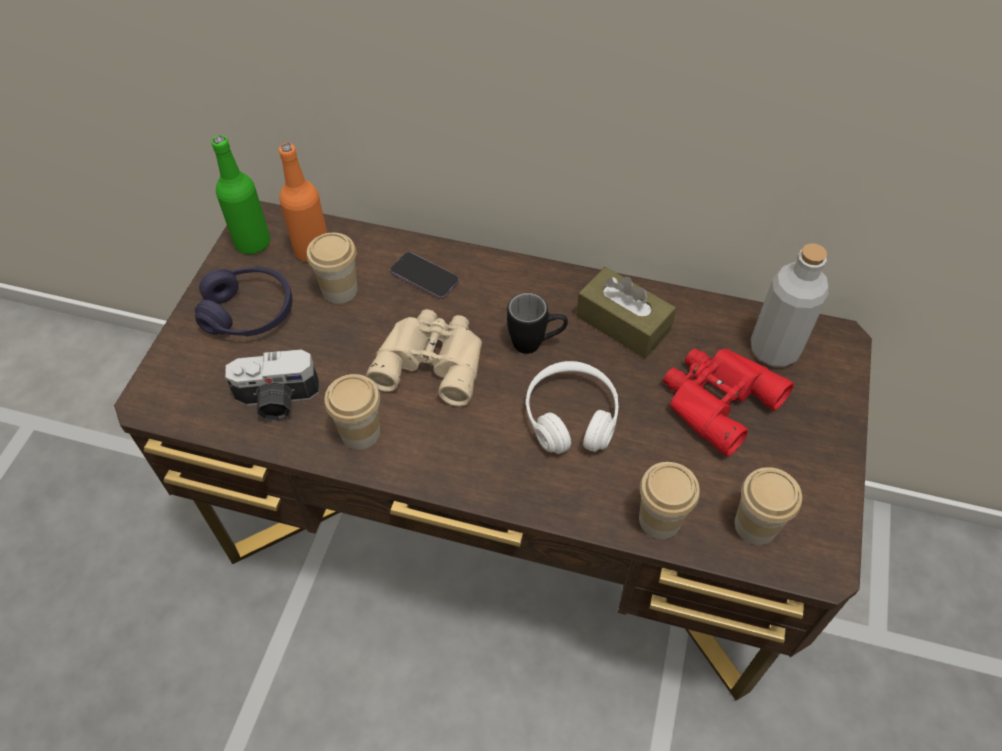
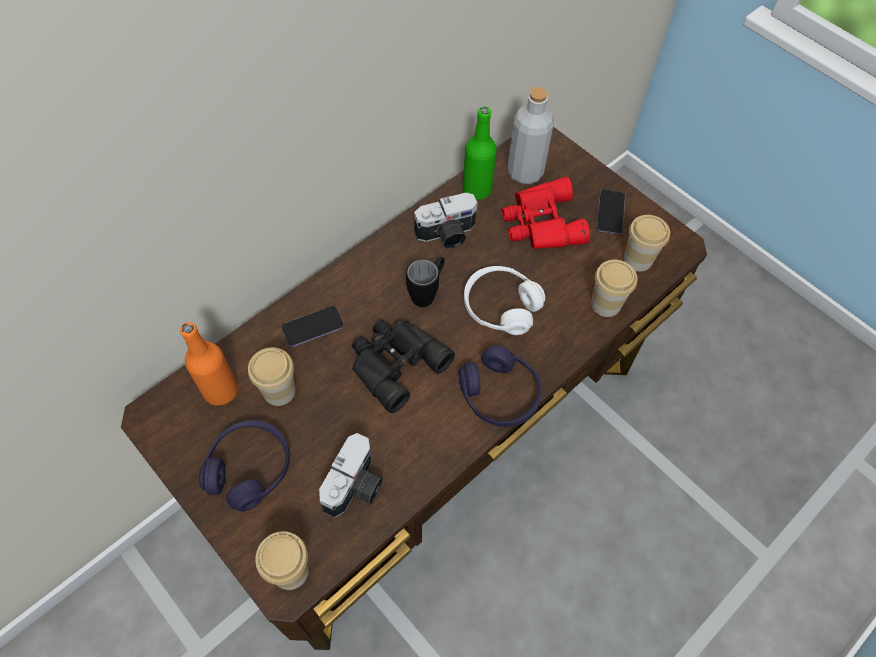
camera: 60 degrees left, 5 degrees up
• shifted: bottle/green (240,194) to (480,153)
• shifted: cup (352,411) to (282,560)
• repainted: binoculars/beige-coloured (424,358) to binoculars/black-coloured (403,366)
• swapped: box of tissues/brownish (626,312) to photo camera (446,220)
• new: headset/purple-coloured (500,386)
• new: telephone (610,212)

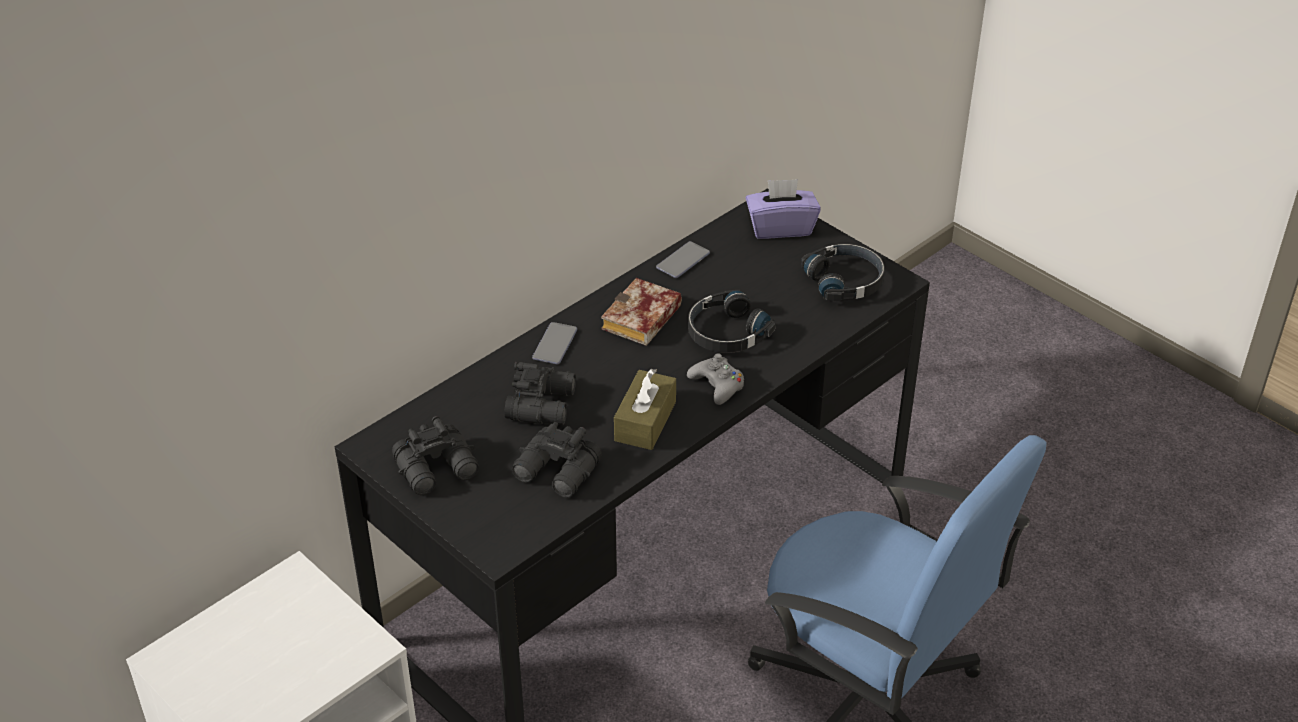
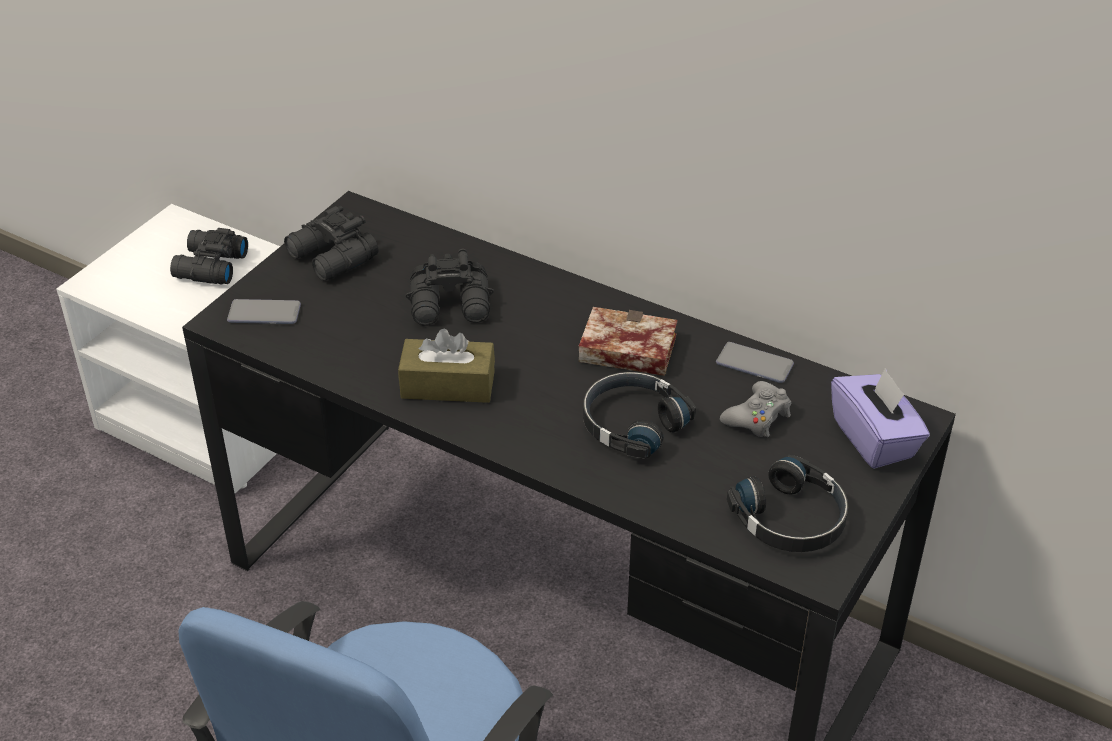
camera: 75 degrees right, 0 degrees up
• shifted: binoculars/black-coloured (557,460) to (209,256)
• shifted: telephone (554,343) to (264,311)
• shifted: joypad/gray (715,379) to (755,409)

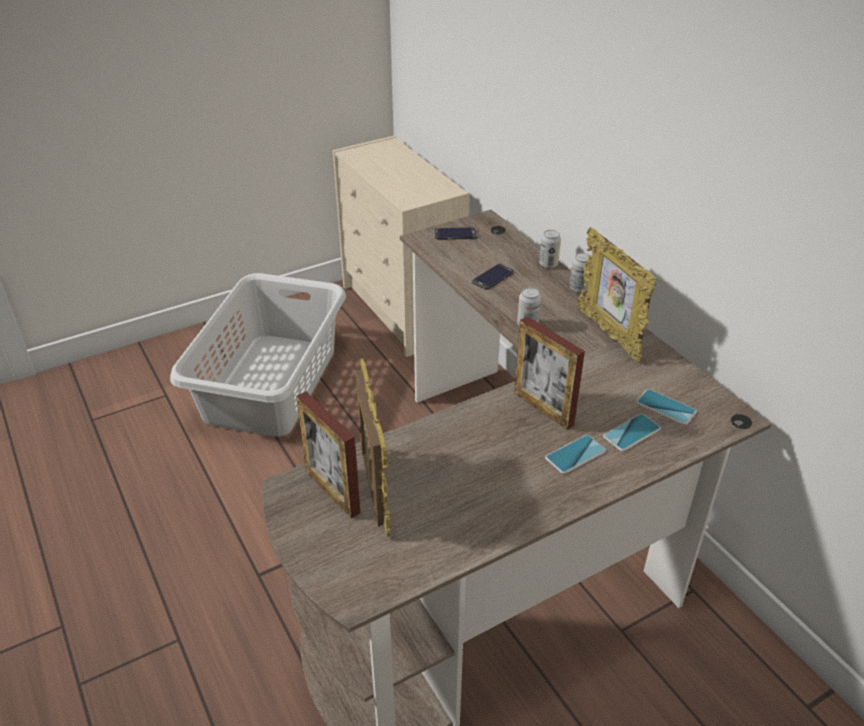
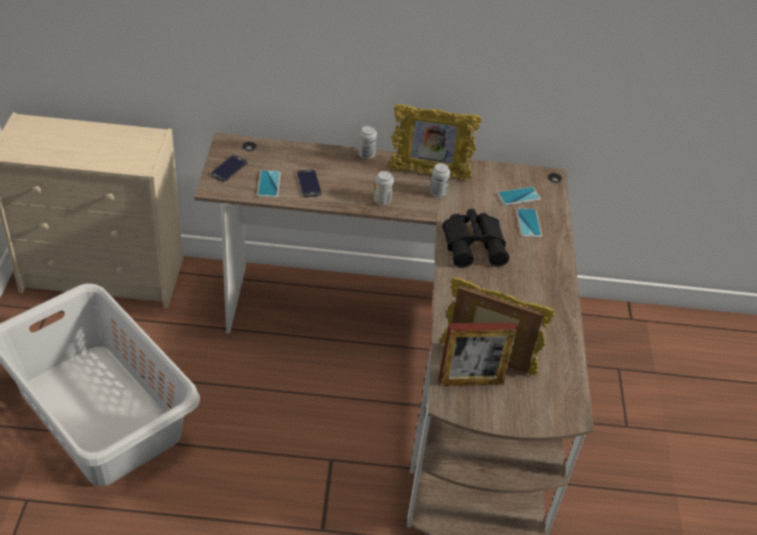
camera: 60 degrees left, 5 degrees up
• swapped: standing frame (549,373) to binoculars/black-coloured (475,238)
• shifted: can (550,249) to (440,180)
• shifted: telephone (575,454) to (269,184)

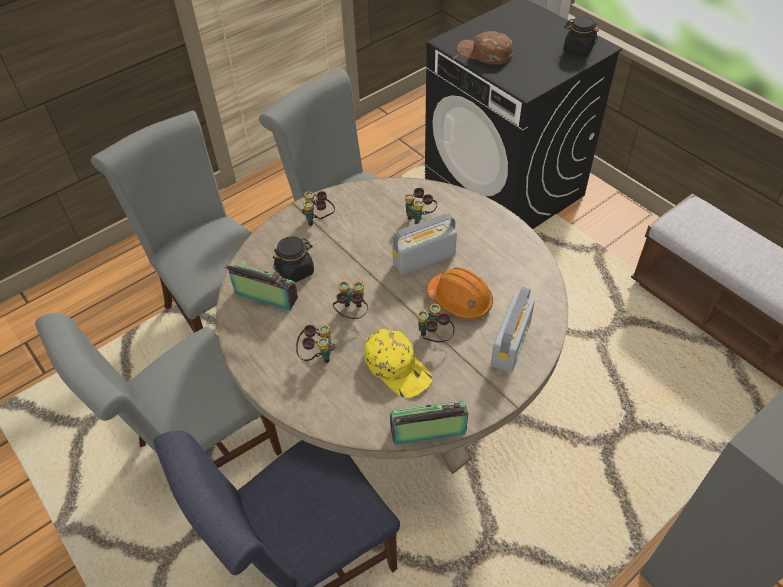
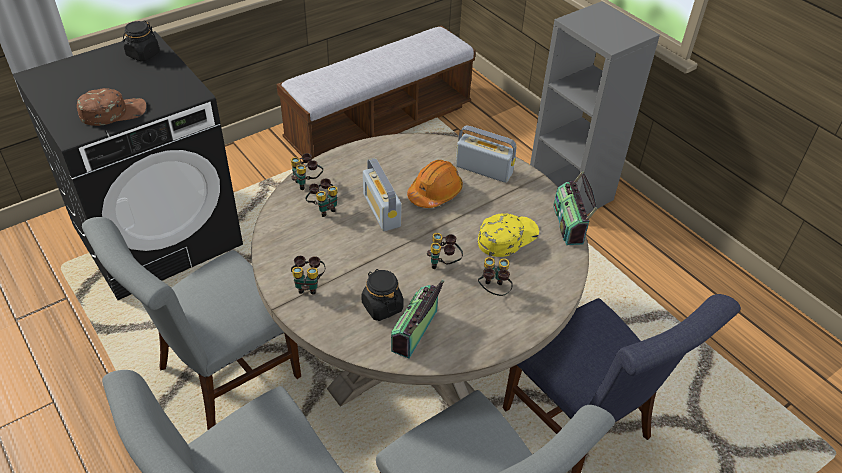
camera: 90 degrees left, 5 degrees down
• shifted: binoculars (436,323) to (307,171)
• rotated: peaked cap/brownish (484,48) = (111,107) 150 degrees counterclockwise

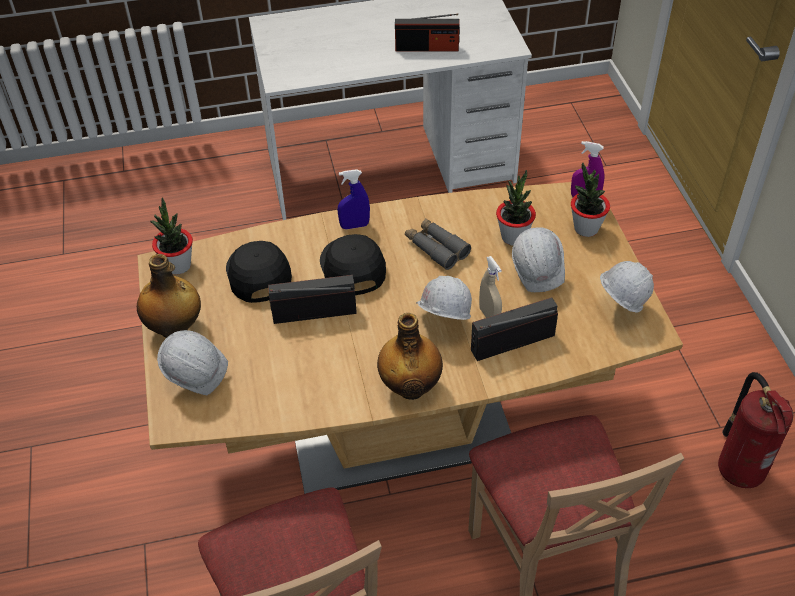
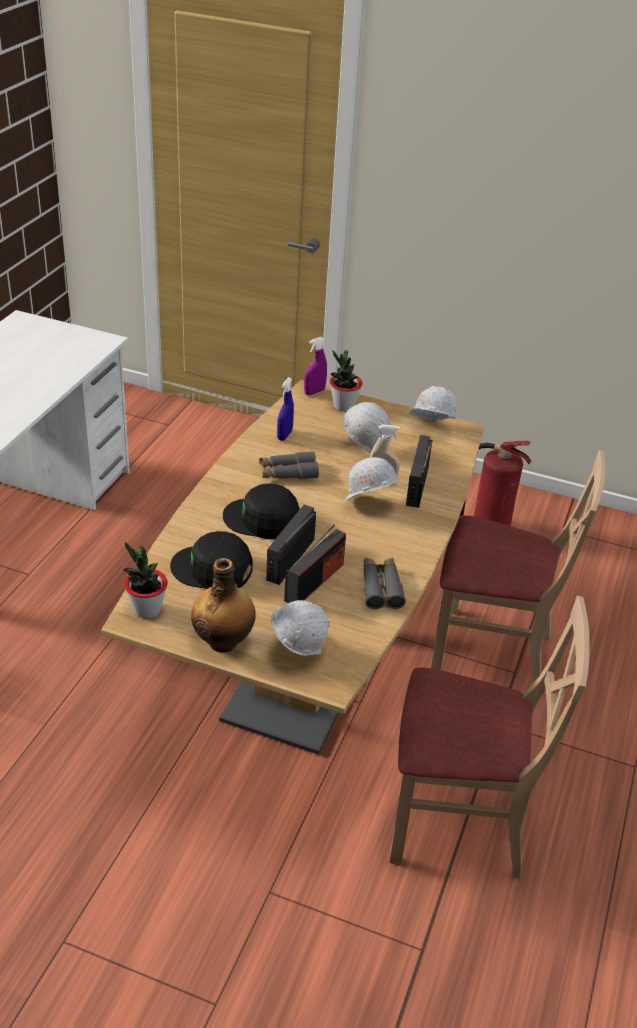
camera: 60 degrees left, 10 degrees down
• shifted: hand sprayer/blue-coloured (354,199) to (285,409)
• gone: bottle (410,356)
• shifted: radio (427,32) to (315,563)
• gone: potted plant (516,208)
• new: binoculars/gray (384,583)

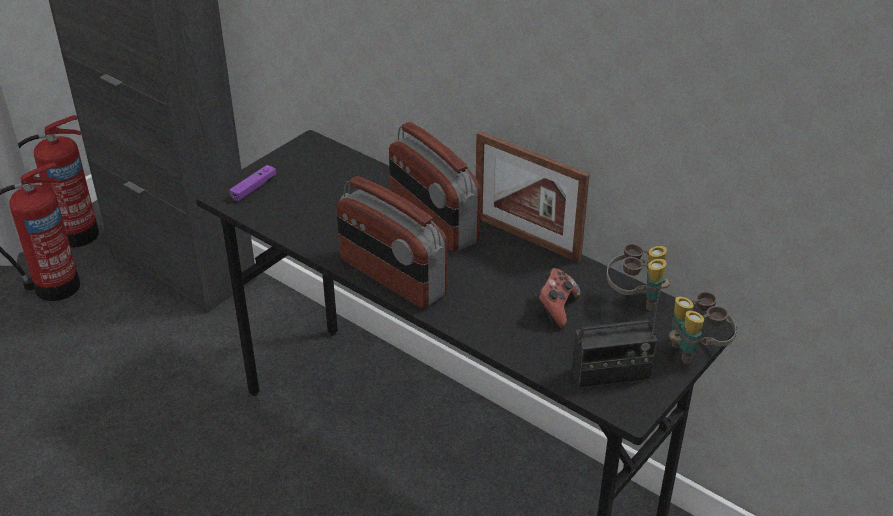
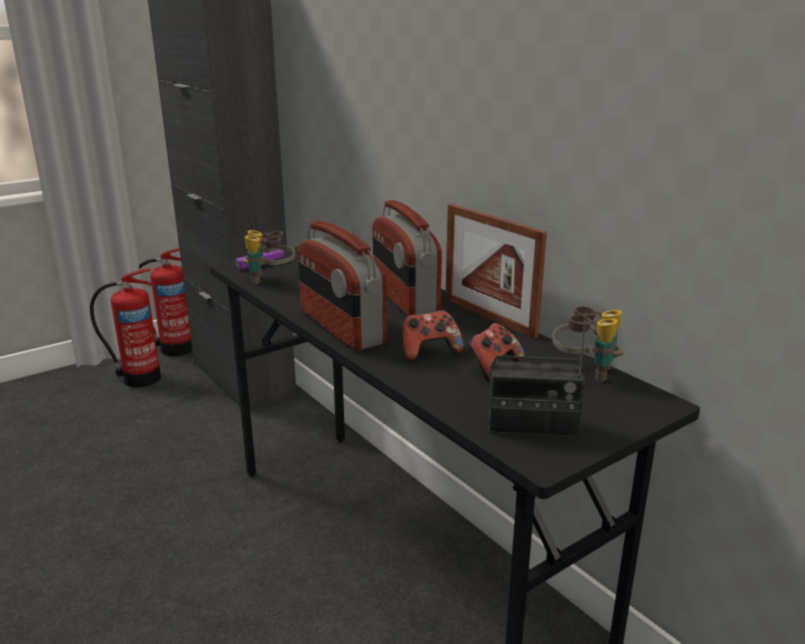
camera: 15 degrees right, 15 degrees down
• shifted: binoculars (702,327) to (268,257)
• new: joypad (433,335)

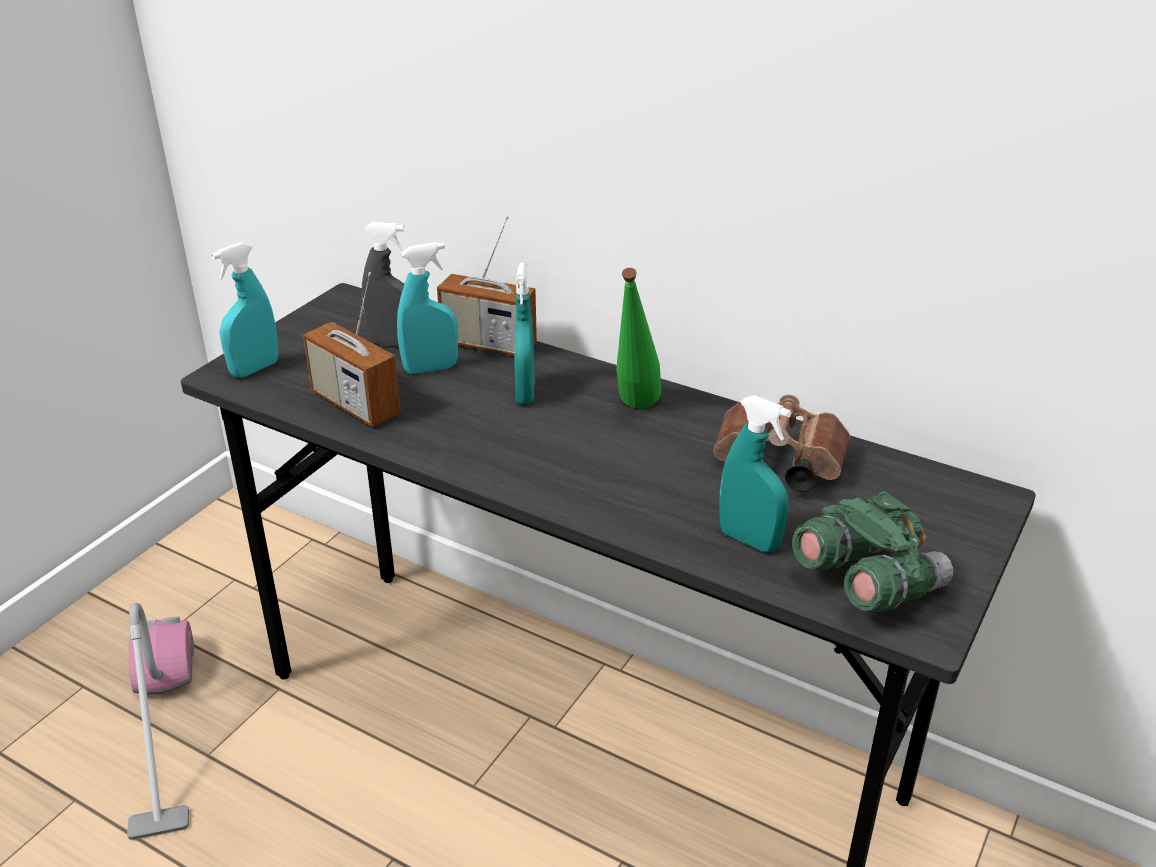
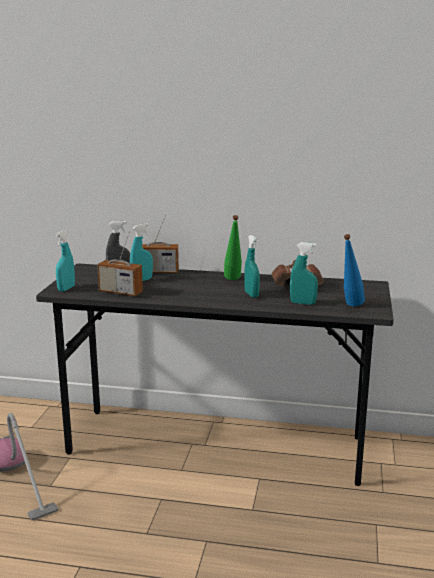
camera: 20 degrees left, 15 degrees down
• shifted: hand sprayer/turquoise (525,333) to (252,266)
• swapped: binoculars/green (872,551) to bottle/blue-coloured (354,270)

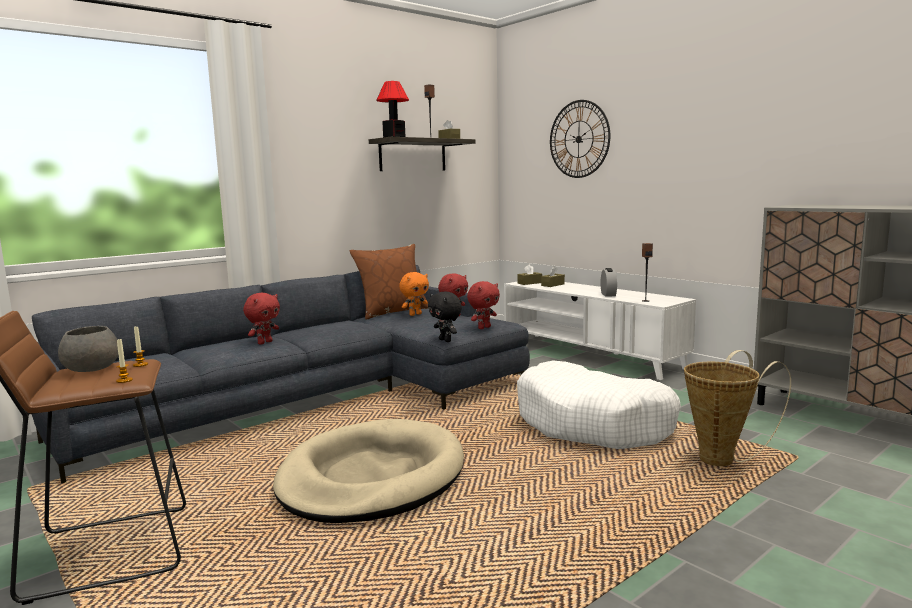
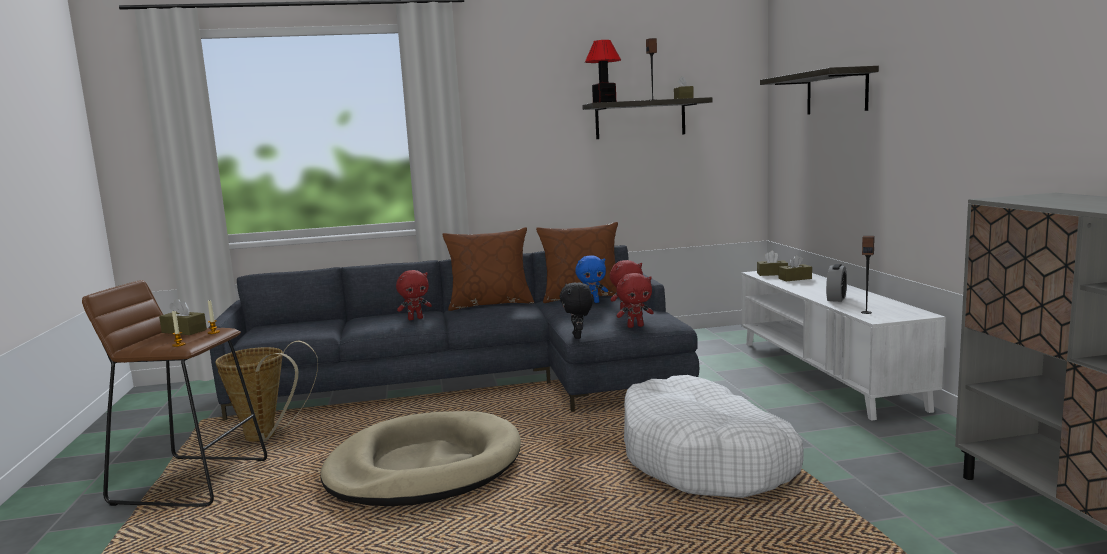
camera: 30 degrees right, 0 degrees up
• swapped: bowl/gray (88,349) to box of tissues/brownish (183,317)
• repainted: plush toy/orange (414,294) to plush toy/blue-coloured (591,279)
• swapped: clock on the wall (580,139) to shelf (819,90)
• shifted: household basket (737,408) to (266,391)
• new: throw pillow/brownish (488,269)

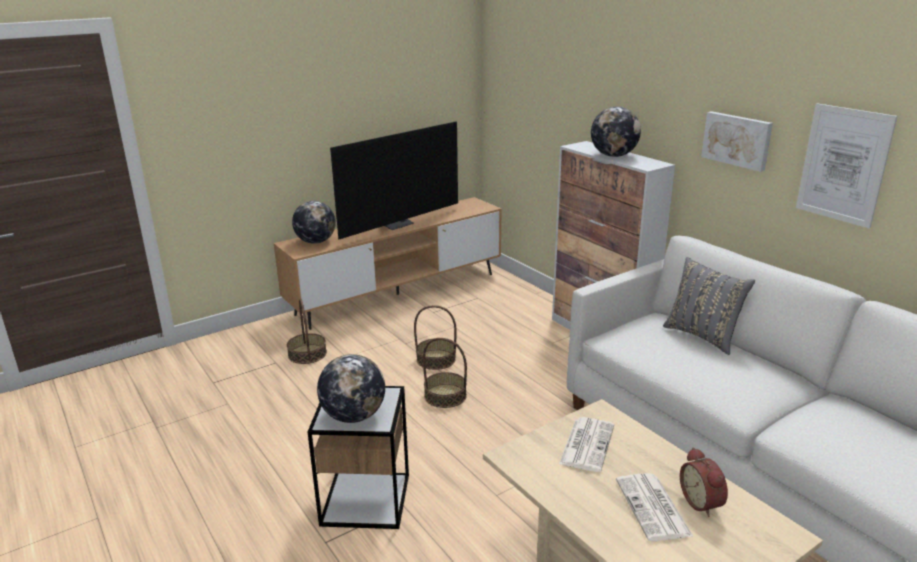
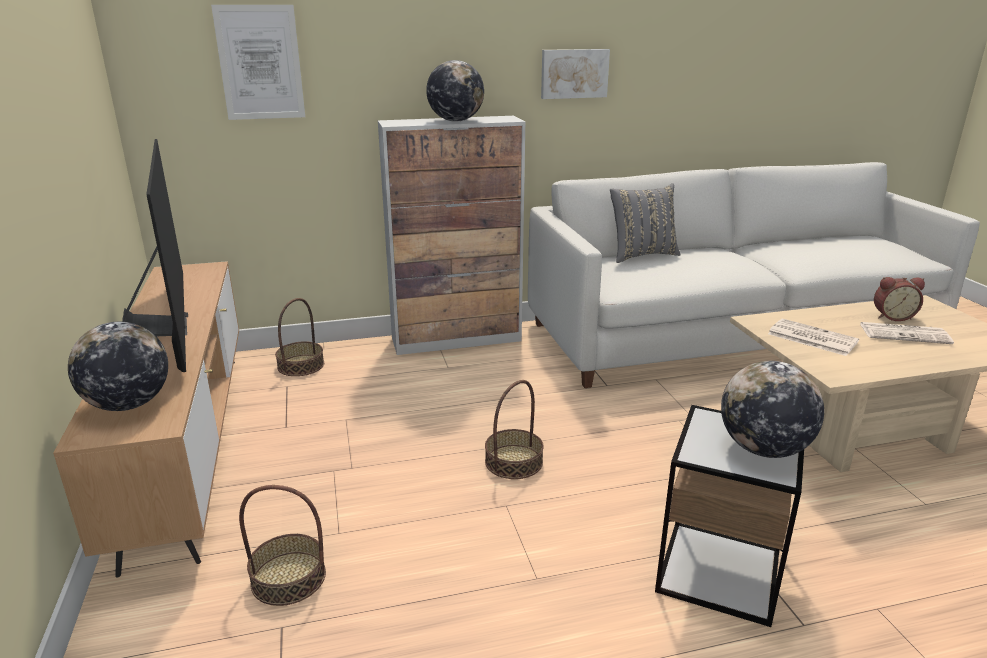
camera: 70 degrees left, 0 degrees up
• shifted: household basket (435,337) to (299,337)
• shifted: wall picture (847,165) to (258,62)

